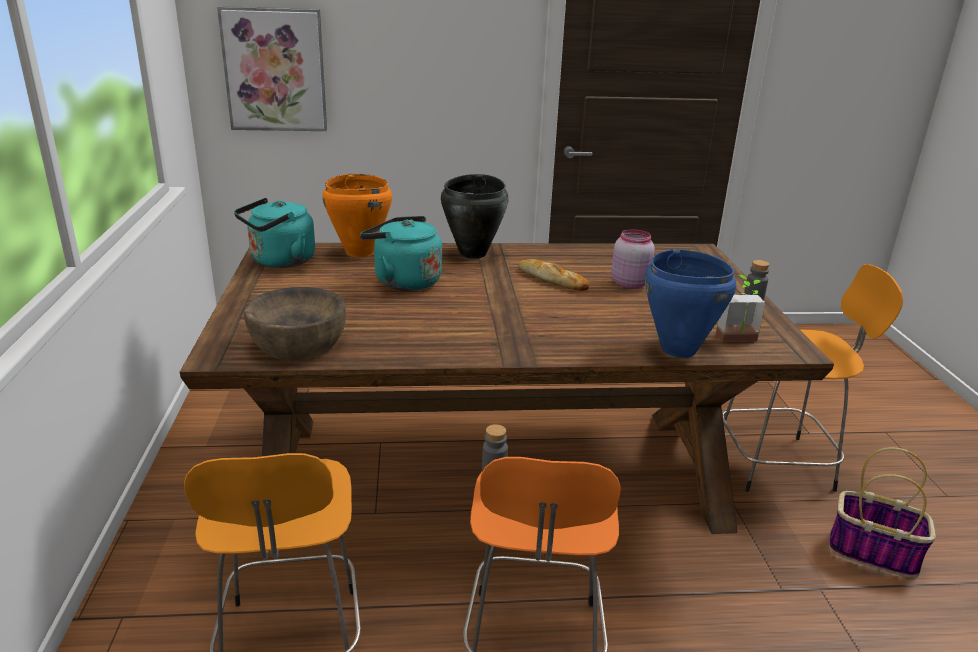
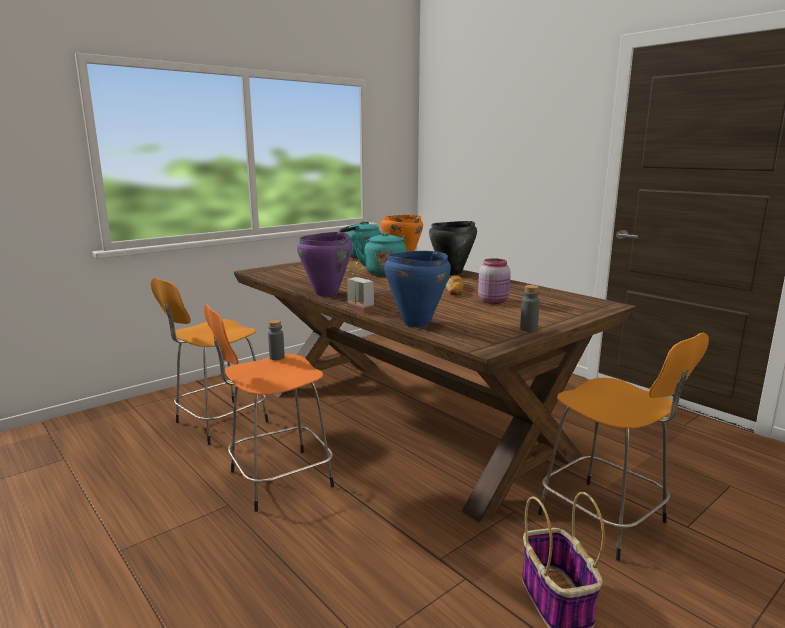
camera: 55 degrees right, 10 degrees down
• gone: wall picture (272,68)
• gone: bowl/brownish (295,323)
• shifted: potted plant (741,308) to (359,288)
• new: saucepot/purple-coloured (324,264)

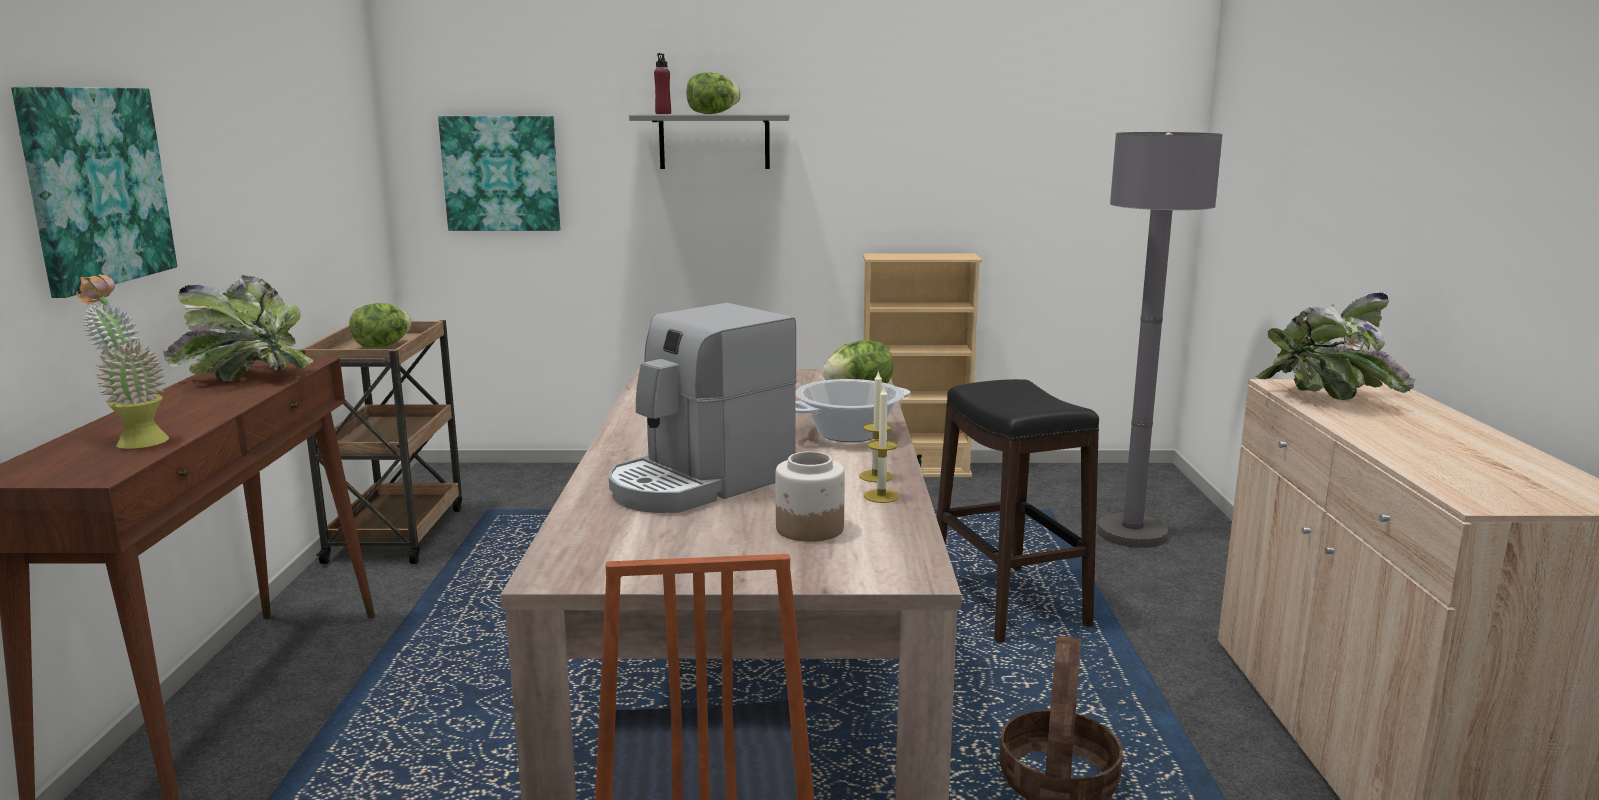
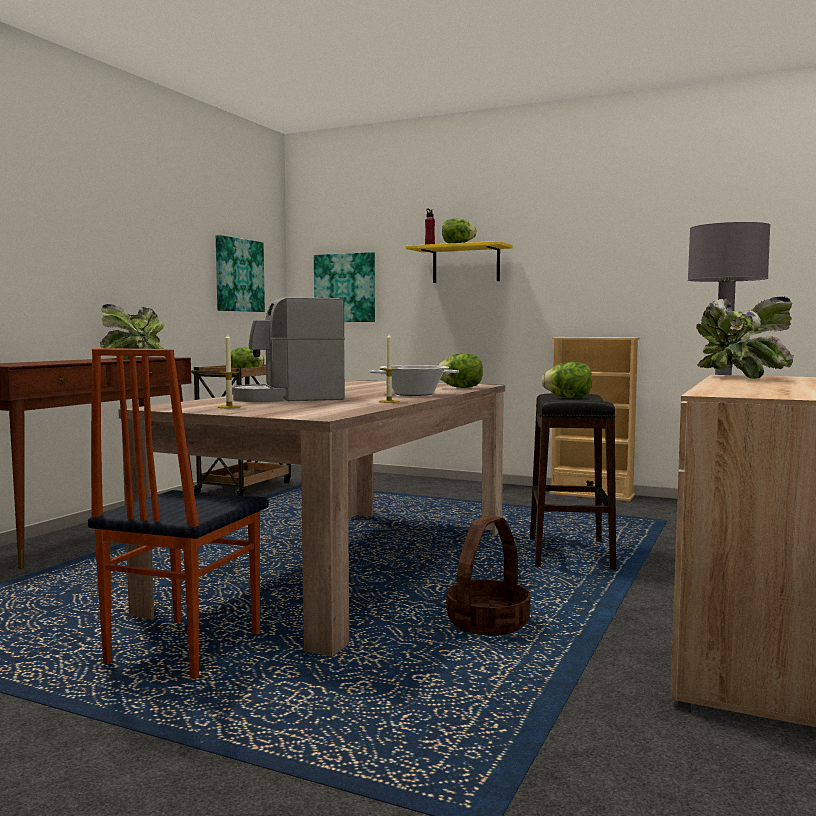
camera: 25 degrees right, 10 degrees down
• shifted: wall picture (94,192) to (240,273)
• gone: potted plant (122,362)
• repainted: shelf/gray (709,141) to shelf/yellow (459,262)
• gone: jar (810,496)
• shifted: candle (881,445) to (229,370)
• new: head of lettuce (566,380)

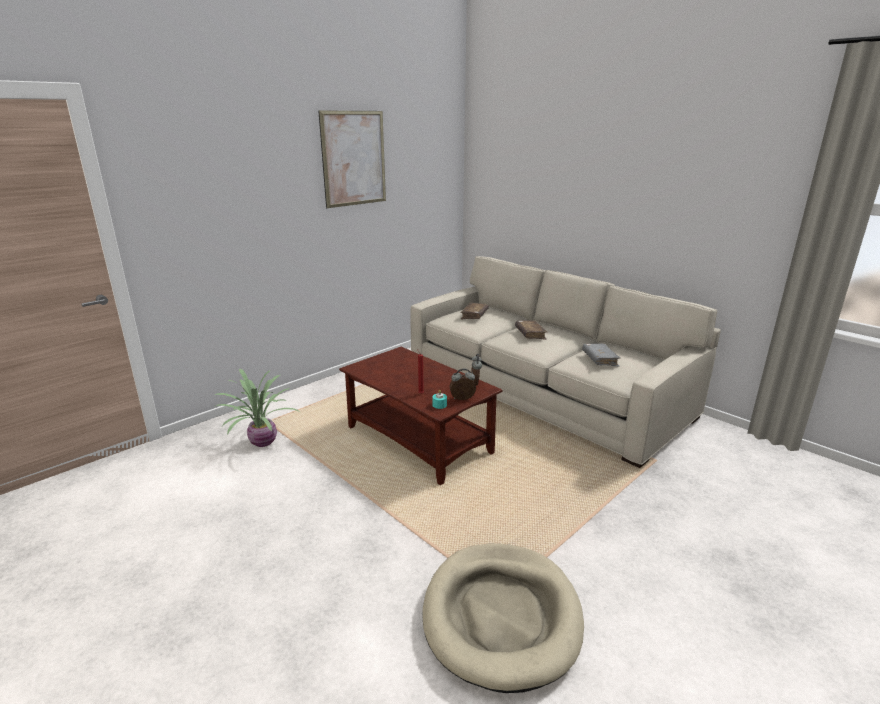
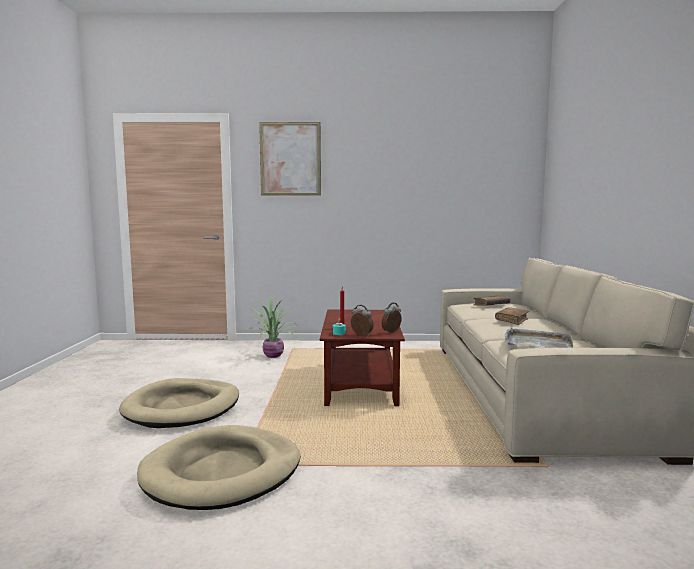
camera: 45 degrees right, 15 degrees down
• shifted: wall picture (352,159) to (290,159)
• swapped: book/gray (601,355) to tray/gray (538,337)
• new: pet bed/beige-coloured (179,403)

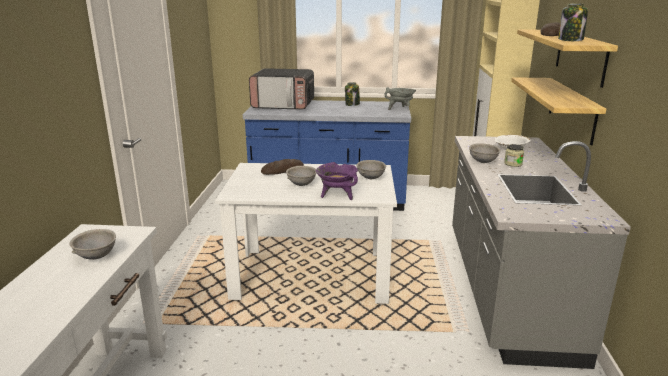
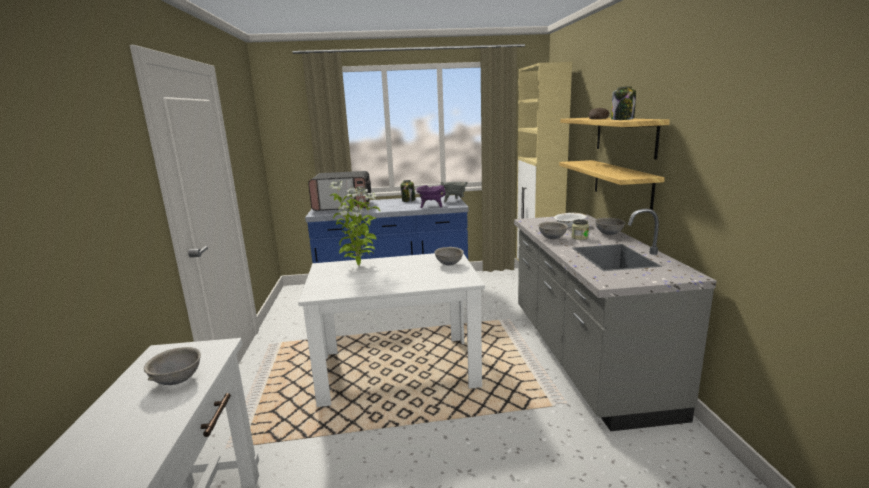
camera: 10 degrees left, 5 degrees down
• swapped: baked bread (282,167) to potted plant (354,223)
• shifted: bowl/gray (301,176) to (610,226)
• shifted: saucepot/purple-coloured (337,181) to (430,196)

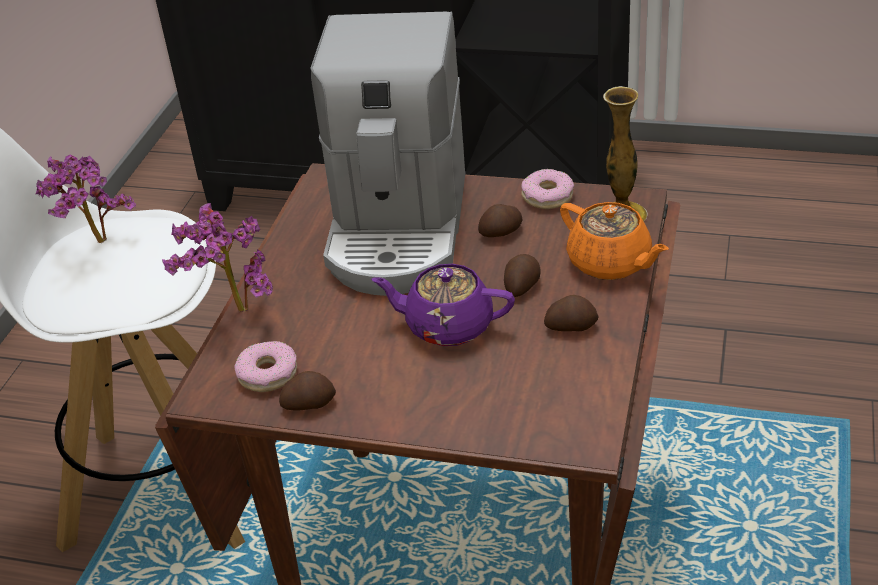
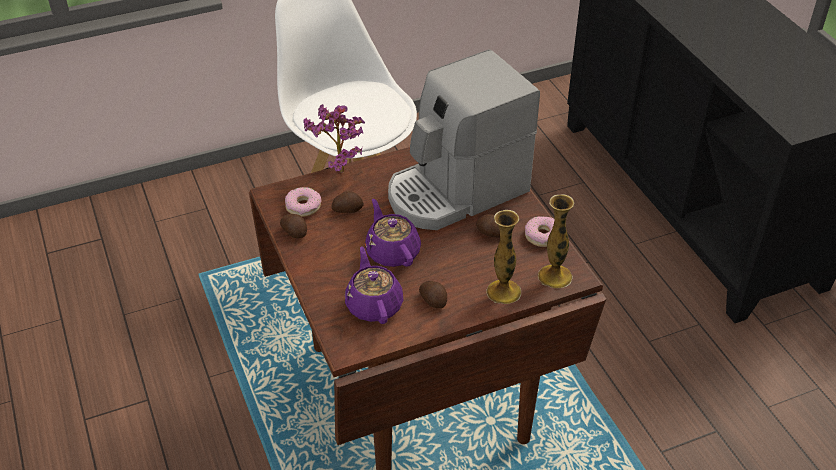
camera: 50 degrees right, 5 degrees up
• gone: potted plant (85,198)
• shifted: whole potato (522,275) to (347,202)
• swapped: pot for tea/orange (614,241) to decorative vase (503,257)
• new: pot for tea/purple-coloured (374,285)

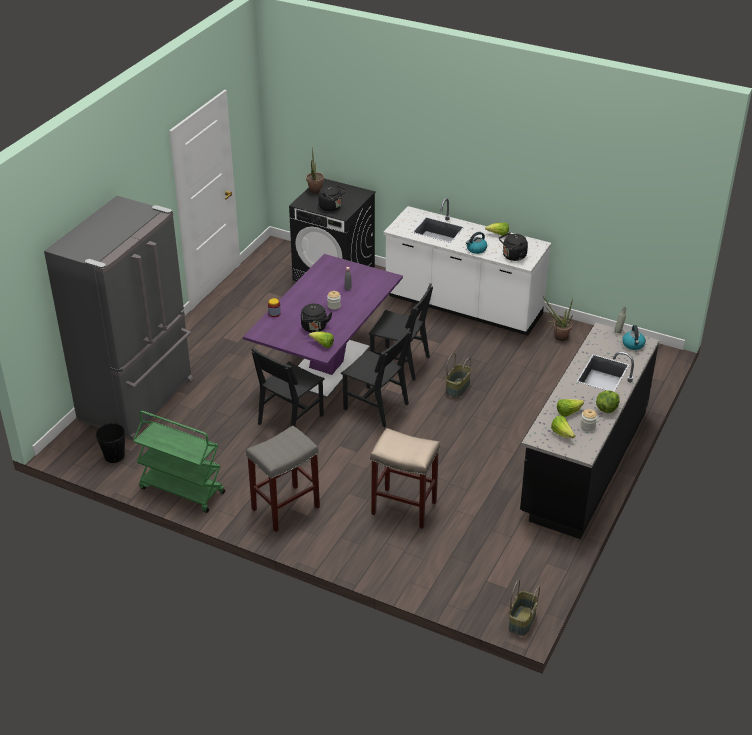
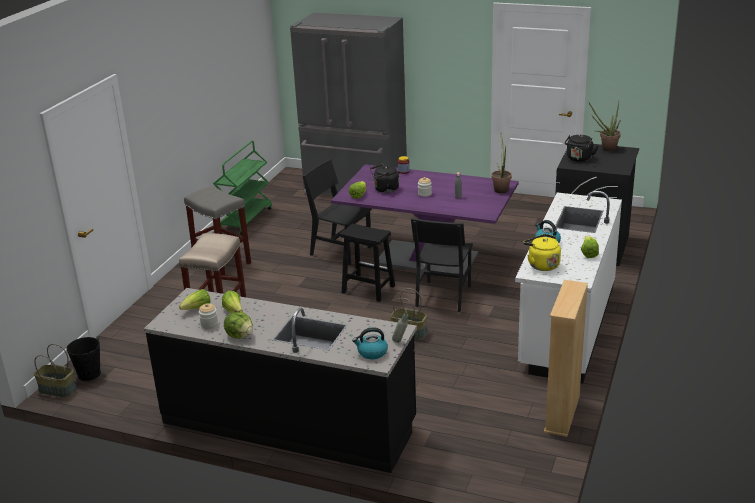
camera: 85 degrees right, 10 degrees down
• shifted: pail/black-coloured (111,443) to (83,359)
• swapped: chair/black-coloured (376,377) to sitting stool/black-coloured (367,263)
• repainted: water kettle/black-coloured (513,246) to water kettle/yellow (542,252)
• shifted: potted plant (558,319) to (501,163)
• new: bookcase/beige-coloured (566,358)

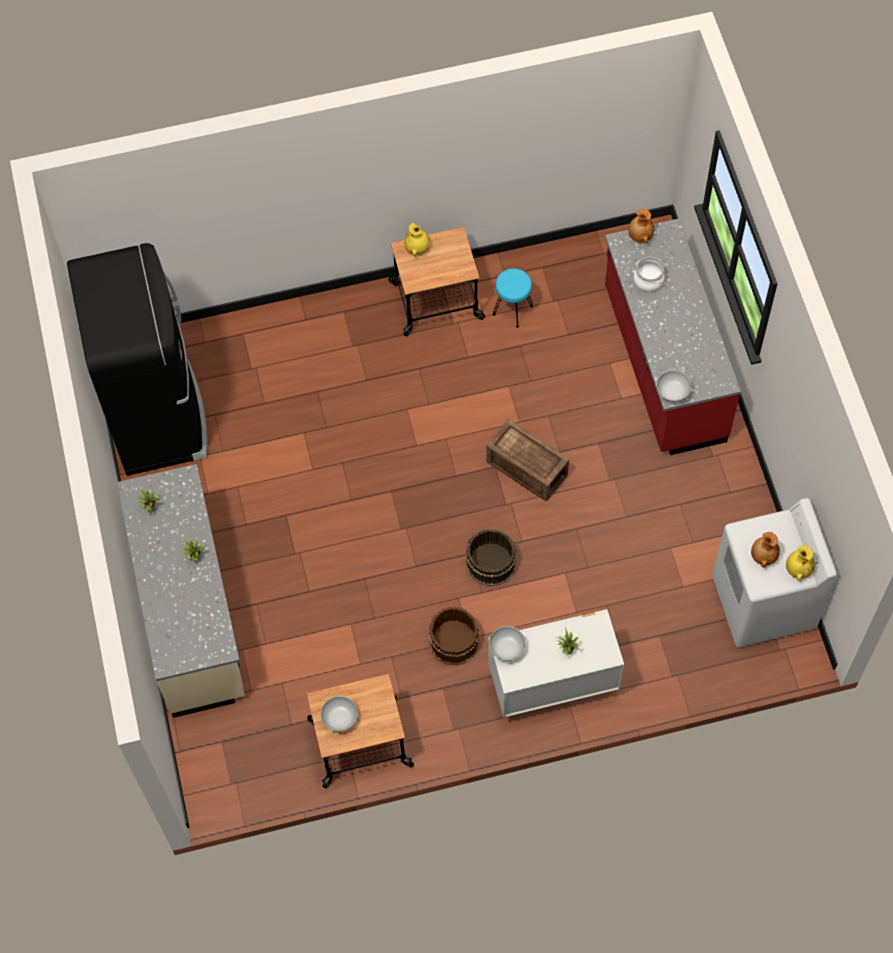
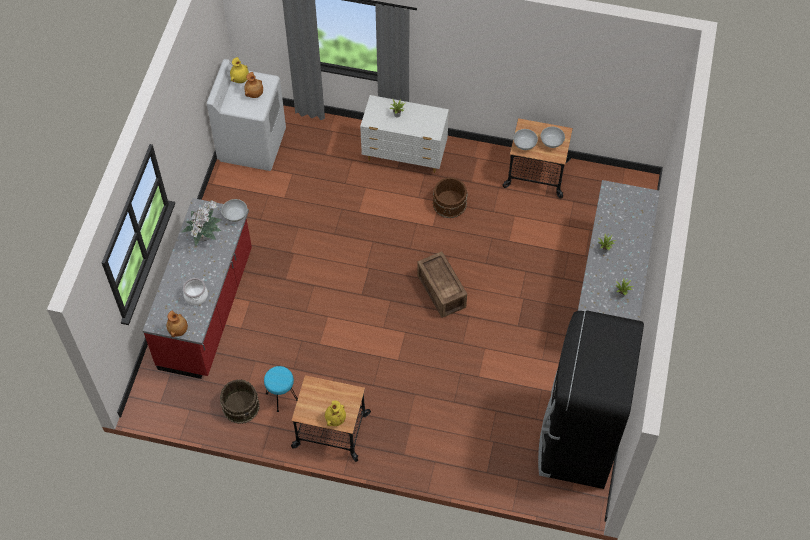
camera: 155 degrees left, 5 degrees down
• shifted: pail/brownish (491,558) to (240,401)
• shifted: packing crate (528,460) to (442,284)
• shifted: bowl/white (507,643) to (525,139)
• new: potted plant (201,223)

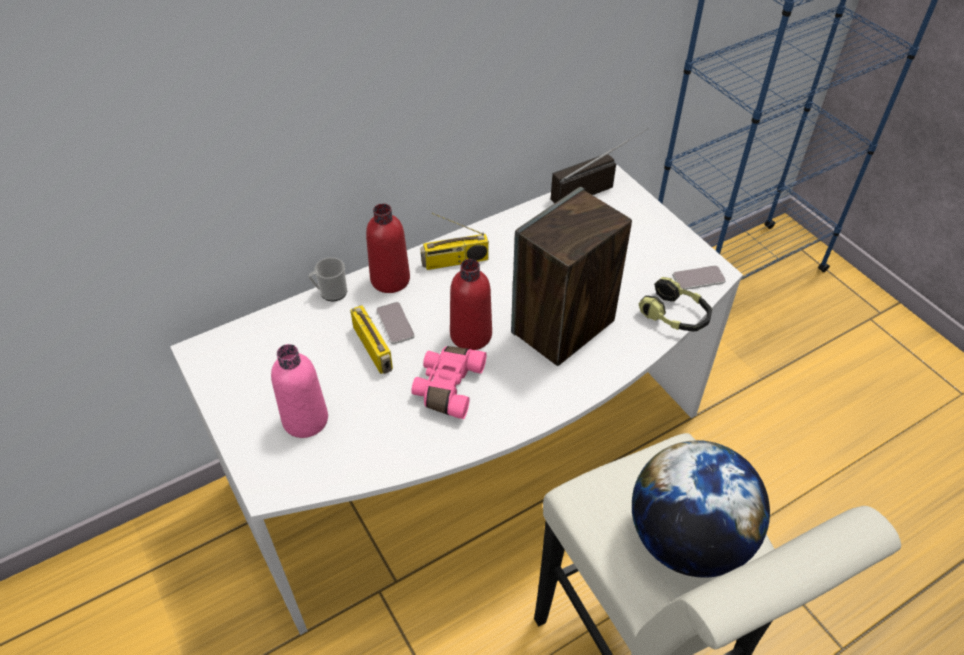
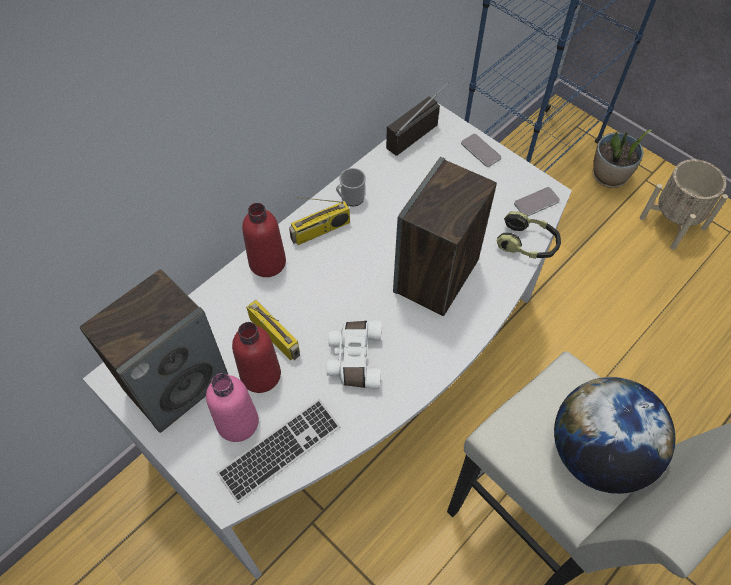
camera: 15 degrees left, 10 degrees up
• shifted: mug (328,279) to (351,187)
• shifted: telephone (395,323) to (481,150)
• repainted: binoculars/pink (449,382) to binoculars/white (354,354)
• shifted: bottle/reddish (471,304) to (256,357)
• new: speaker (154,351)
• new: keyboard (279,451)
• new: potted plant (622,159)
• new: plant pot/beige-coloured (684,204)

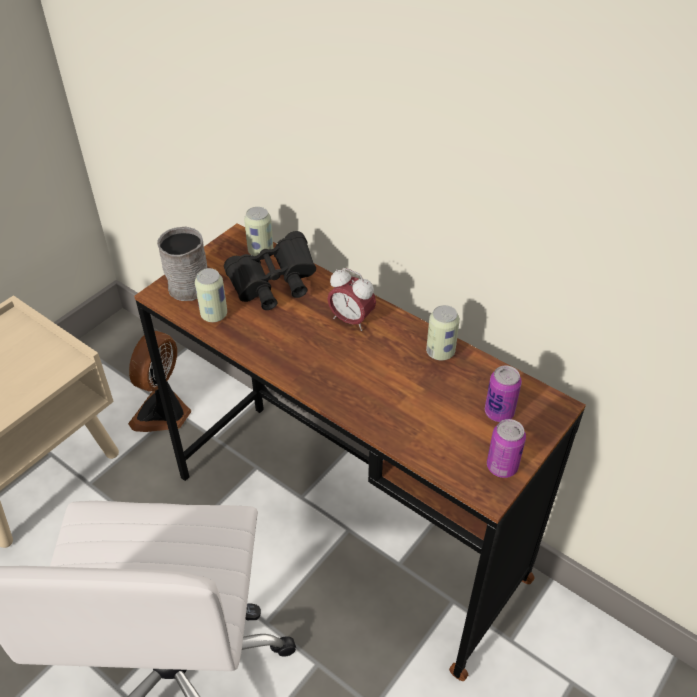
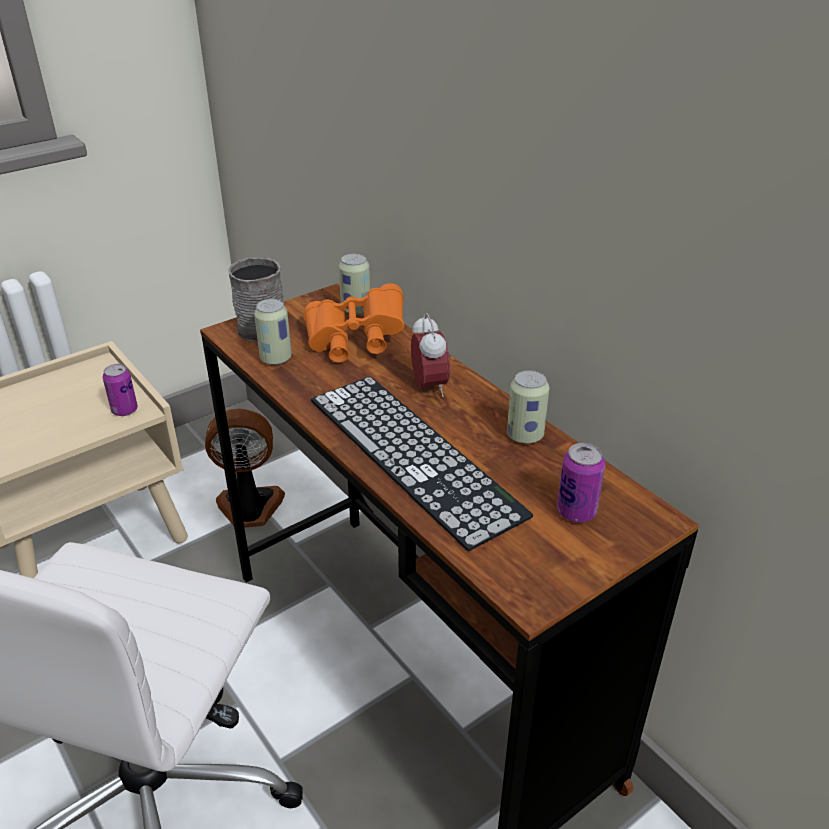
camera: 15 degrees right, 10 degrees down
• rotated: electric fan (159,381) = (245,468) 45 degrees clockwise
• repainted: binoculars/black-coloured (270,270) to binoculars/orange (354,323)
• rotated: alarm clock (351,299) = (430,355) 150 degrees counterclockwise
• shifted: can (506,448) to (120,390)
• new: keyboard (422,464)

